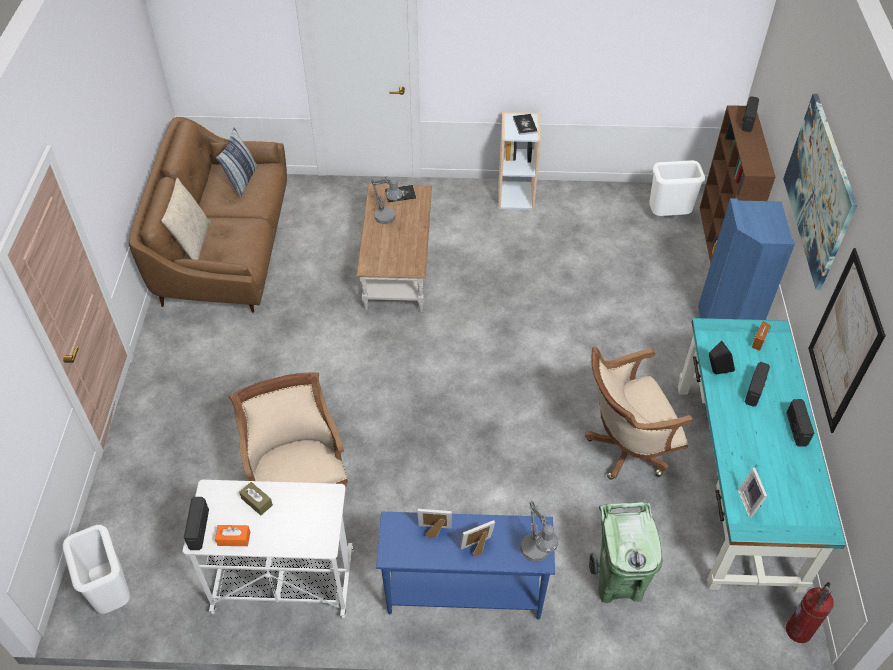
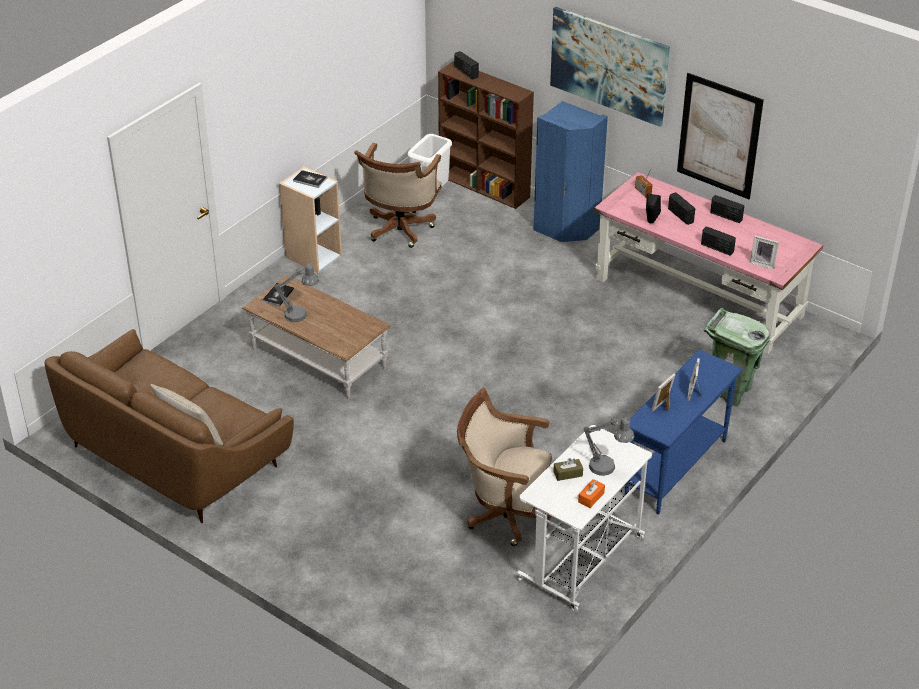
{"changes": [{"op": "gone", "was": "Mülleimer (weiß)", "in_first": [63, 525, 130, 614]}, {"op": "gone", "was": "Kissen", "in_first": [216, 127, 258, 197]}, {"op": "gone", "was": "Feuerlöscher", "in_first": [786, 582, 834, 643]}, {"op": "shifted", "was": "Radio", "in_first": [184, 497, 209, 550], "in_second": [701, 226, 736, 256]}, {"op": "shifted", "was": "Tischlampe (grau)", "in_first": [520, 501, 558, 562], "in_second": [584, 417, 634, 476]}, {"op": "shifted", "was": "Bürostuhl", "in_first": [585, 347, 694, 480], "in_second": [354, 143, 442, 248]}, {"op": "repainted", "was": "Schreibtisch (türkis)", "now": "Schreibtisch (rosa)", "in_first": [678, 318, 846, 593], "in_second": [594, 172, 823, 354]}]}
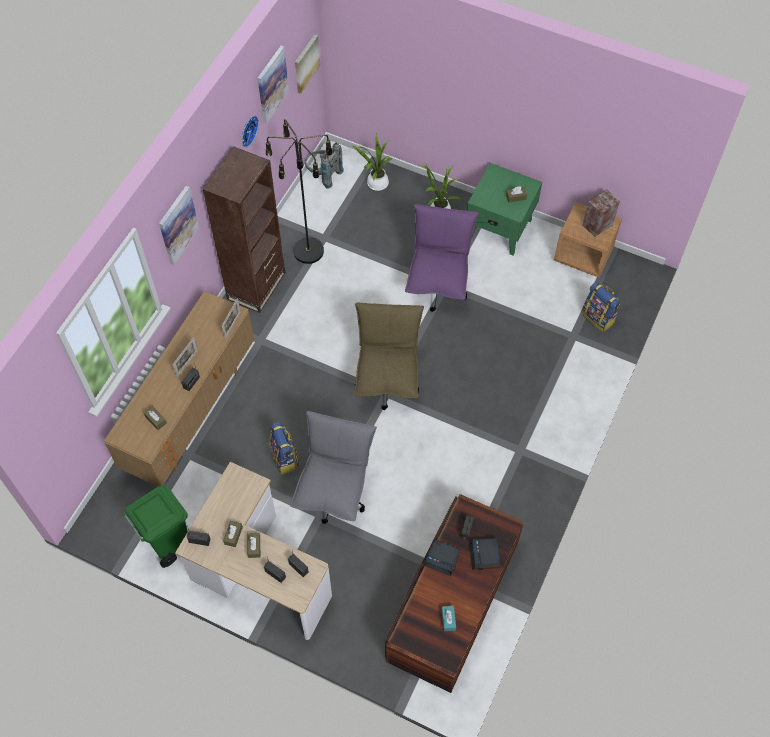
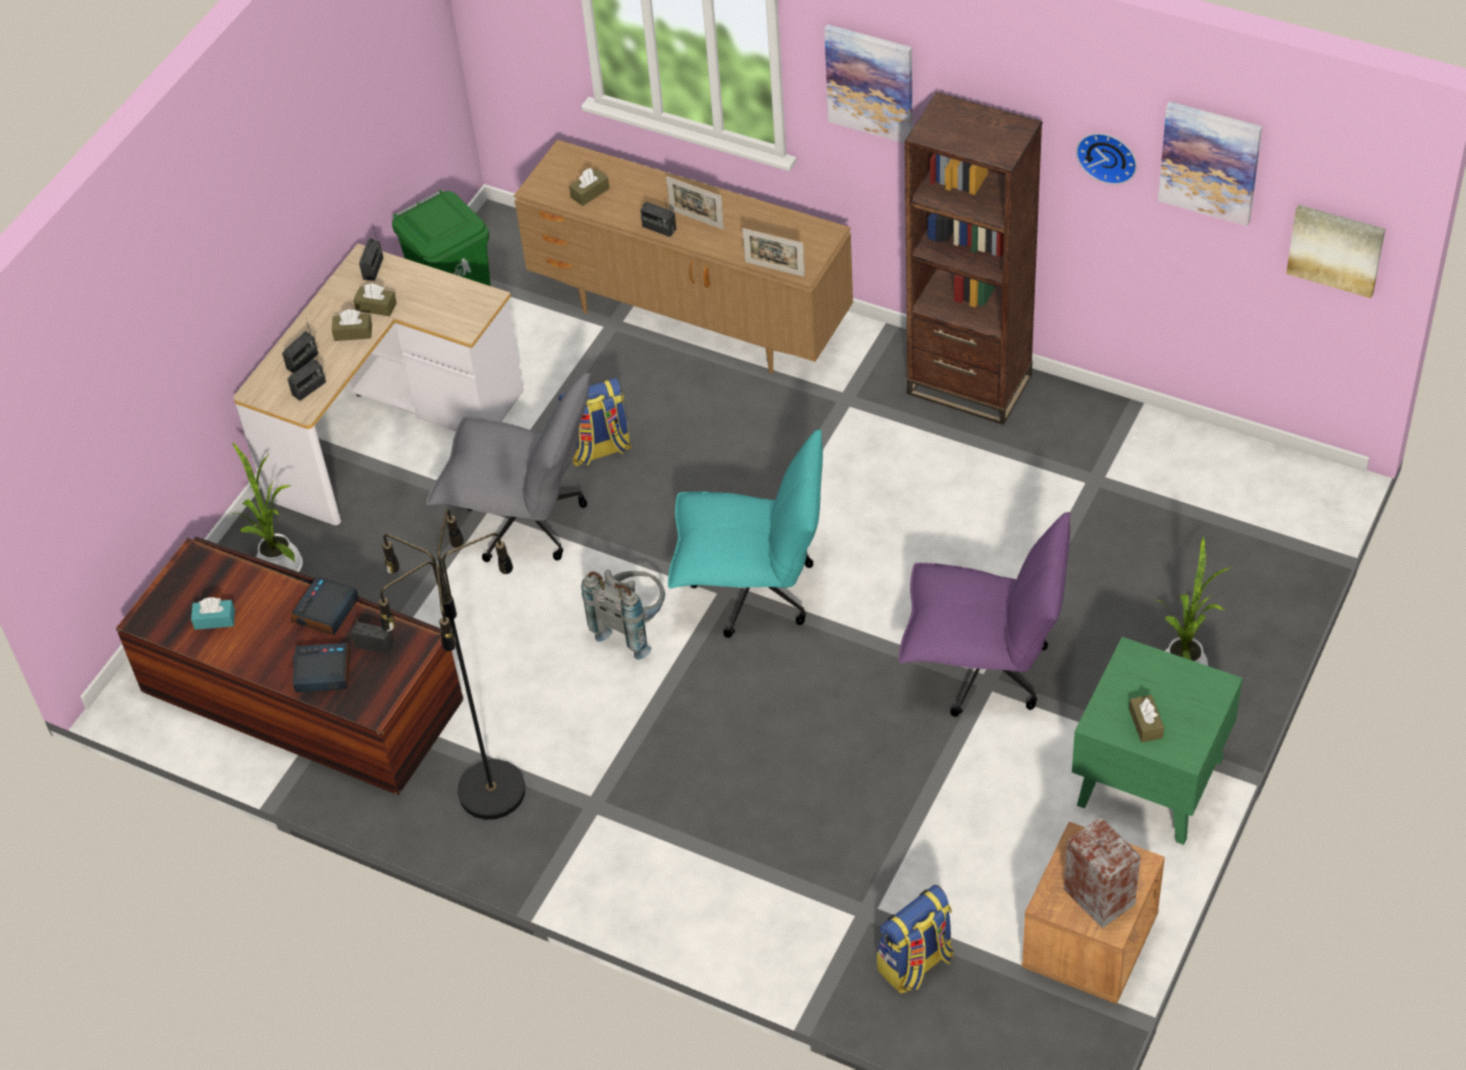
{"changes": [{"op": "shifted", "was": "Stehlampe", "in_first": [266, 119, 332, 264], "in_second": [378, 509, 526, 820]}, {"op": "shifted", "was": "Rucksack (grau)", "in_first": [305, 143, 344, 189], "in_second": [581, 570, 665, 660]}, {"op": "shifted", "was": "Topfpflanze", "in_first": [353, 132, 392, 191], "in_second": [232, 442, 303, 572]}, {"op": "repainted", "was": "Bürostuhl (beige)", "now": "Bürostuhl (türkis)", "in_first": [354, 303, 424, 410], "in_second": [668, 429, 823, 638]}]}
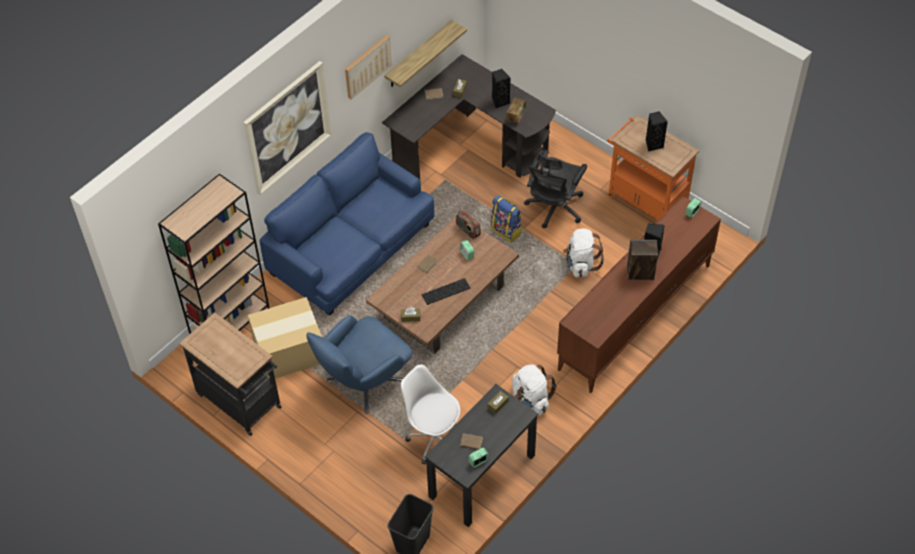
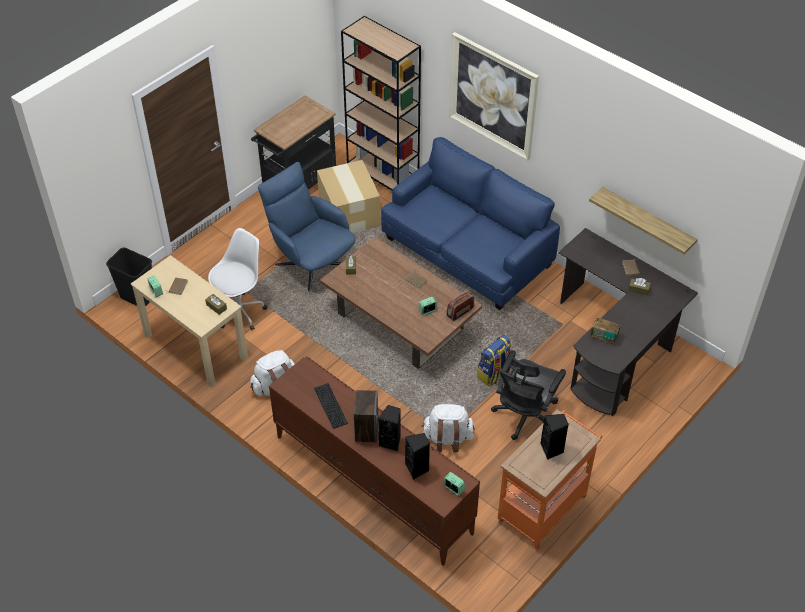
{"changes": [{"op": "gone", "was": "Bild", "in_first": [345, 35, 392, 99]}, {"op": "shifted", "was": "Tastatur", "in_first": [422, 278, 471, 305], "in_second": [314, 383, 348, 429]}, {"op": "shifted", "was": "Lautsprecher (schwarz)", "in_first": [492, 69, 511, 108], "in_second": [405, 433, 430, 480]}, {"op": "repainted", "was": "Schreibtisch (schwarz)", "now": "Schreibtisch (beige)", "in_first": [425, 384, 538, 527], "in_second": [131, 255, 248, 388]}, {"op": "rotated", "was": "Bürostuhl", "in_first": [524, 149, 587, 228], "in_second": [491, 350, 566, 440], "clockwise": -90}]}
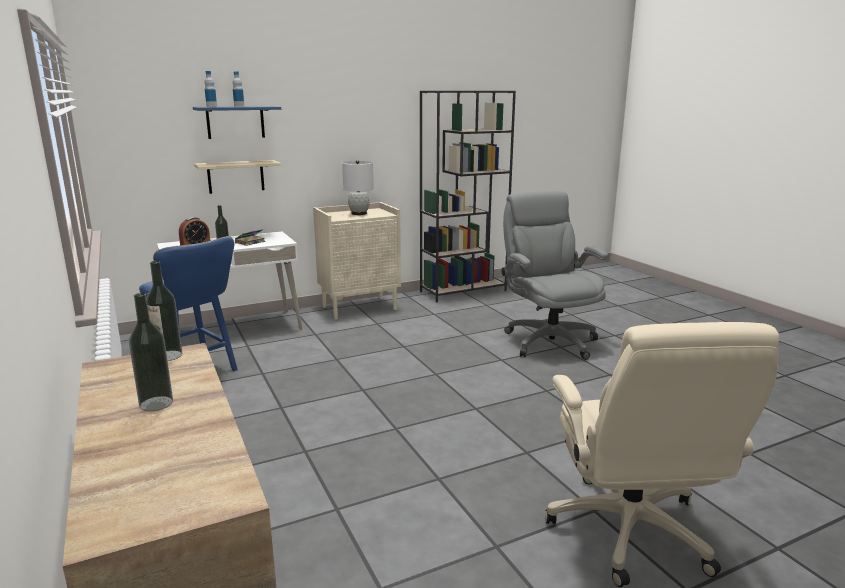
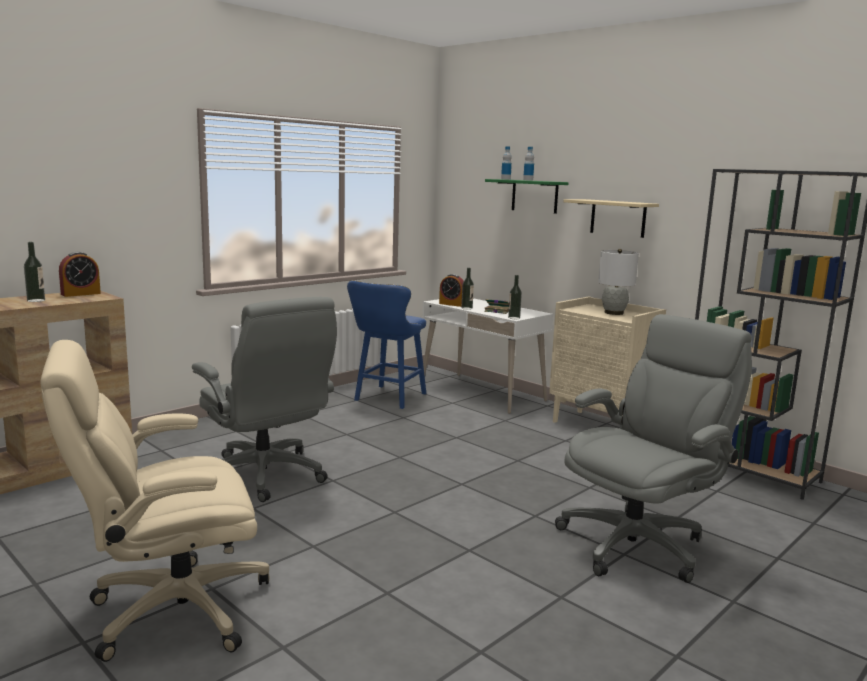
{"changes": [{"op": "new", "now": "Wecker", "in_second": [59, 252, 101, 297]}, {"op": "new", "now": "Bürostuhl (grau)", "in_second": [192, 297, 337, 502]}, {"op": "shifted", "was": "Flasche", "in_first": [146, 261, 182, 361], "in_second": [508, 275, 522, 319]}, {"op": "shifted", "was": "Wandregal (beige)", "in_first": [194, 160, 281, 194], "in_second": [564, 199, 659, 238]}, {"op": "repainted", "was": "Wandregal (blau)", "now": "Wandregal (grün)", "in_first": [193, 106, 281, 139], "in_second": [485, 179, 569, 214]}]}
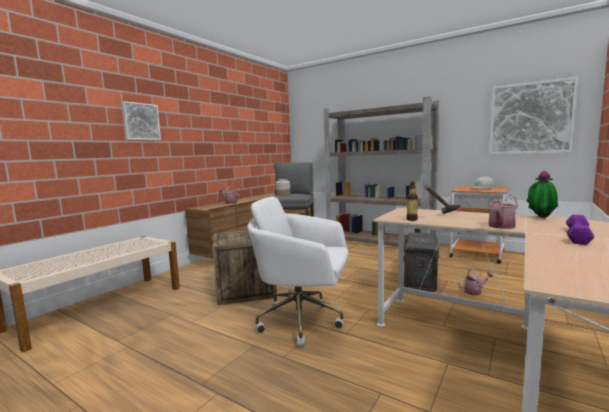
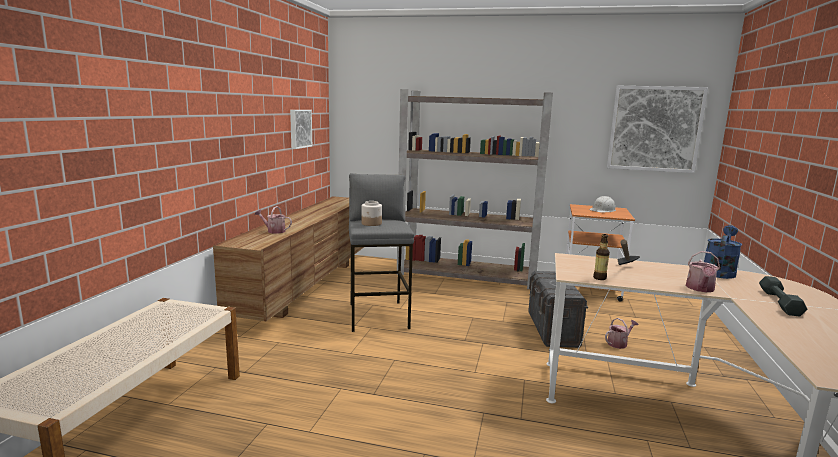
{"changes": [{"op": "gone", "was": "Kiste", "in_first": [213, 231, 277, 306]}, {"op": "gone", "was": "Bürostuhl (weiß)", "in_first": [248, 197, 348, 346]}, {"op": "shifted", "was": "Bild", "in_first": [121, 101, 161, 140], "in_second": [290, 110, 312, 149]}, {"op": "swapped", "was": "Topfpflanze", "now": "Gießkanne (blau)", "in_first": [526, 171, 559, 218], "in_second": [704, 225, 742, 279]}, {"op": "repainted", "was": "Hantel (lila)", "now": "Hantel (grau)", "in_first": [566, 215, 594, 245], "in_second": [759, 276, 808, 316]}]}
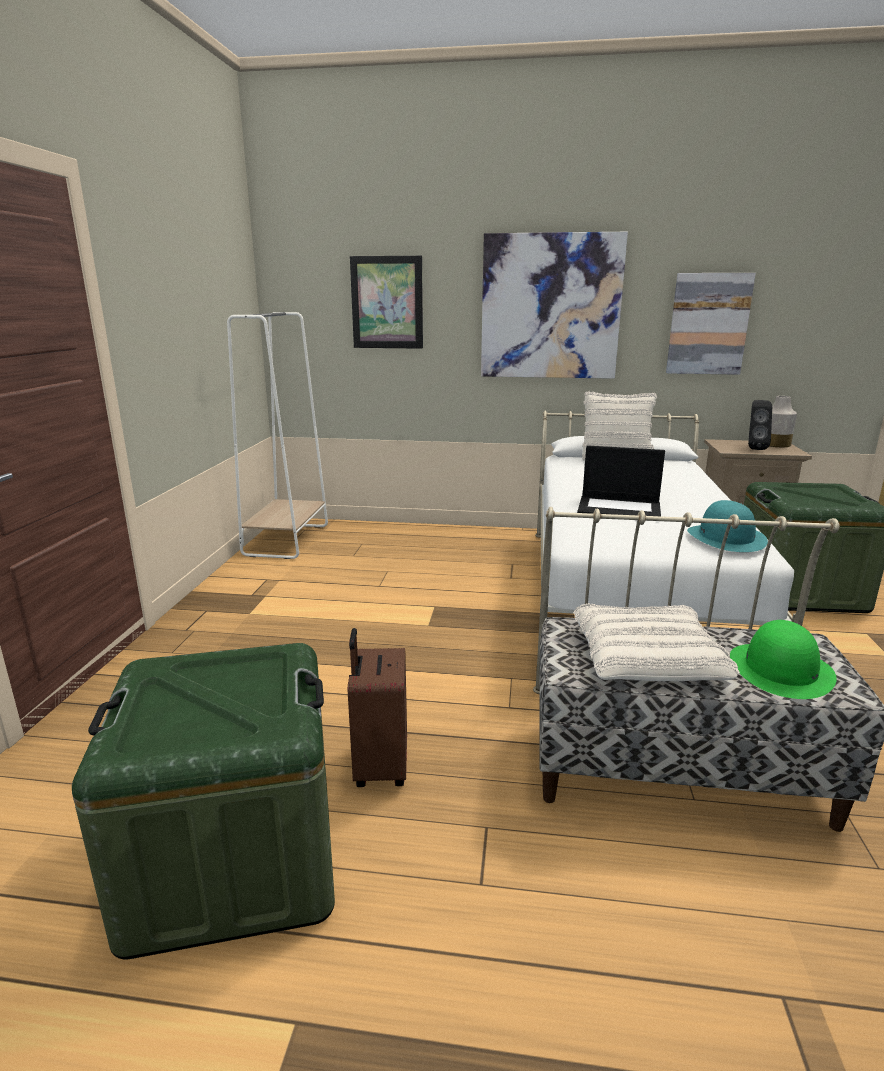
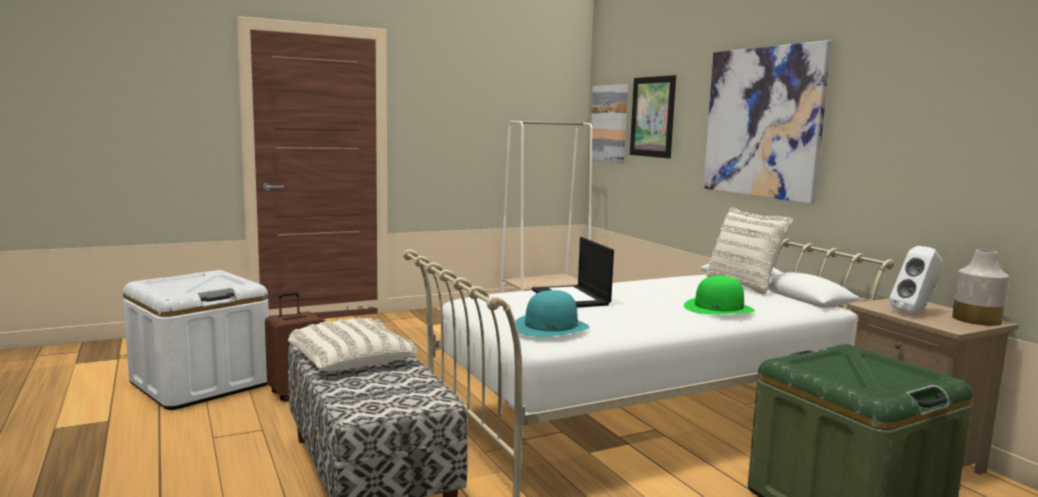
{"changes": [{"op": "shifted", "was": "Bild", "in_first": [666, 273, 756, 375], "in_second": [589, 84, 628, 163]}, {"op": "shifted", "was": "Hut (grün)", "in_first": [730, 620, 837, 699], "in_second": [684, 276, 755, 315]}, {"op": "repainted", "was": "Aufbewahrungsbox (grün)", "now": "Aufbewahrungsbox (weiß)", "in_first": [72, 643, 335, 960], "in_second": [123, 270, 269, 410]}, {"op": "repainted", "was": "Lautsprecher (schwarz)", "now": "Lautsprecher (weiß)", "in_first": [748, 400, 772, 450], "in_second": [889, 246, 943, 314]}]}
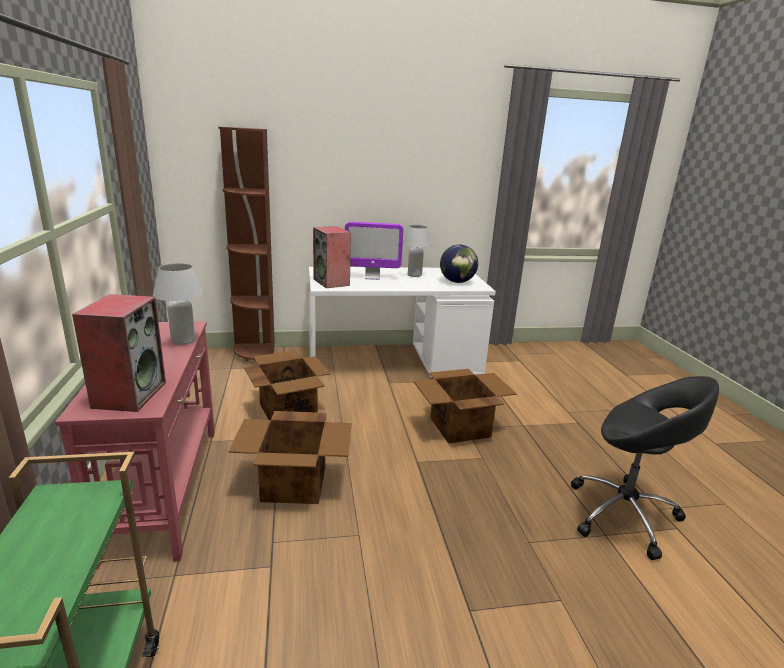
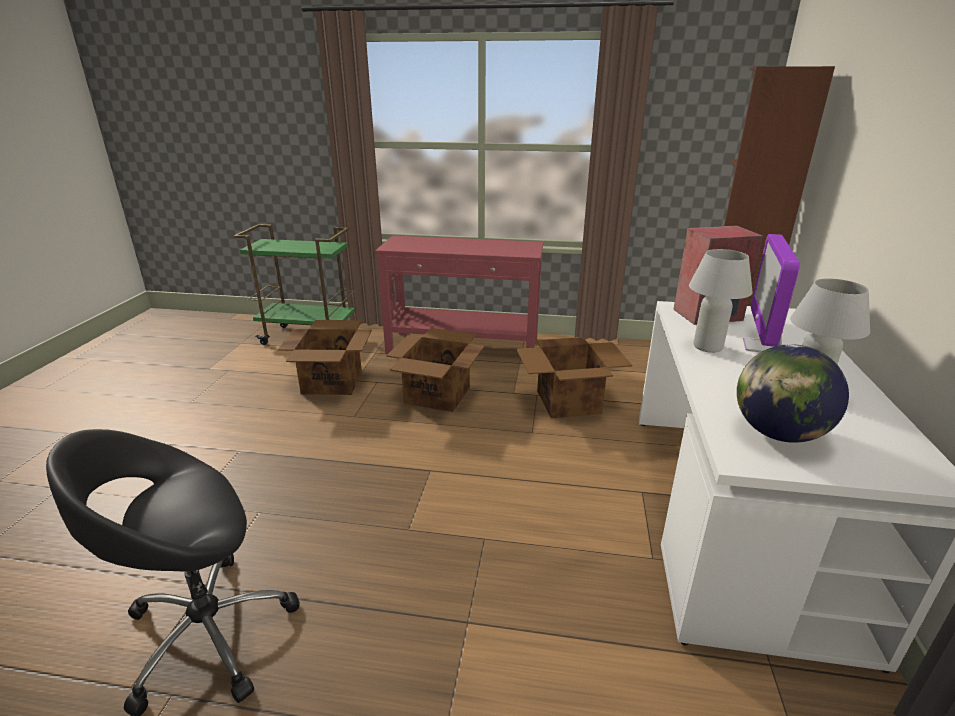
{"changes": [{"op": "gone", "was": "Lautsprecher", "in_first": [72, 294, 166, 412]}, {"op": "shifted", "was": "Tischlampe (weiß)", "in_first": [153, 263, 203, 345], "in_second": [689, 249, 753, 353]}, {"op": "shifted", "was": "Karton", "in_first": [413, 369, 517, 444], "in_second": [278, 320, 372, 395]}]}
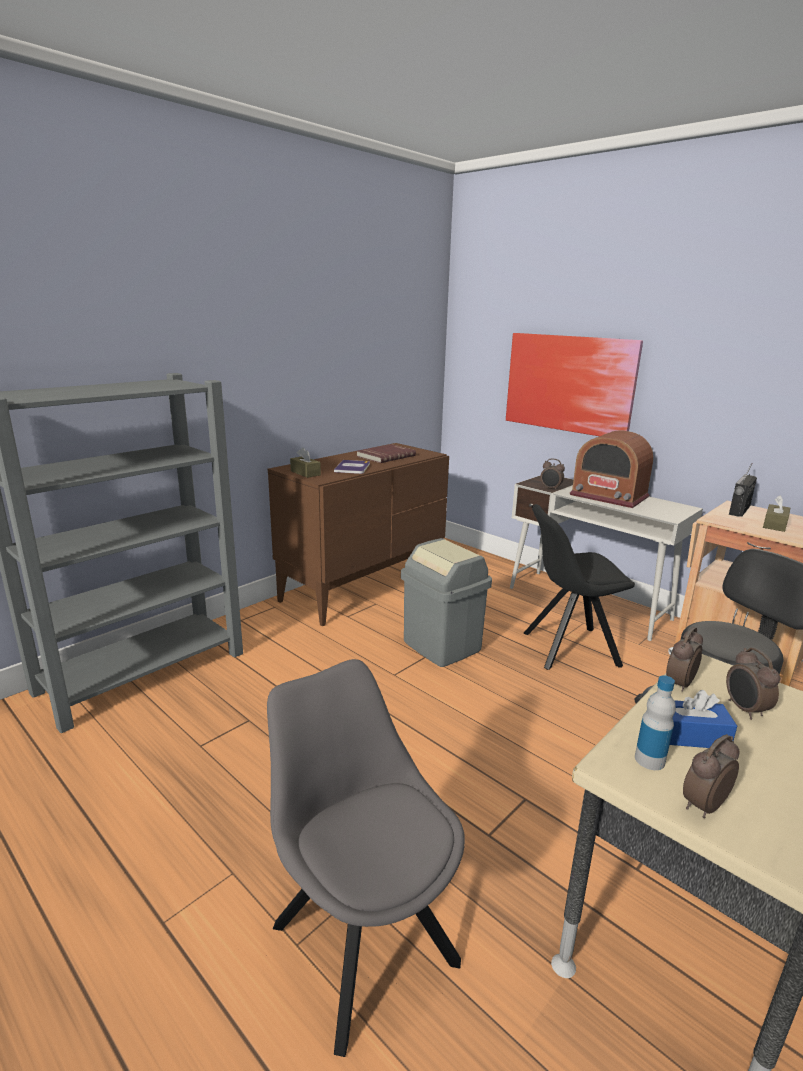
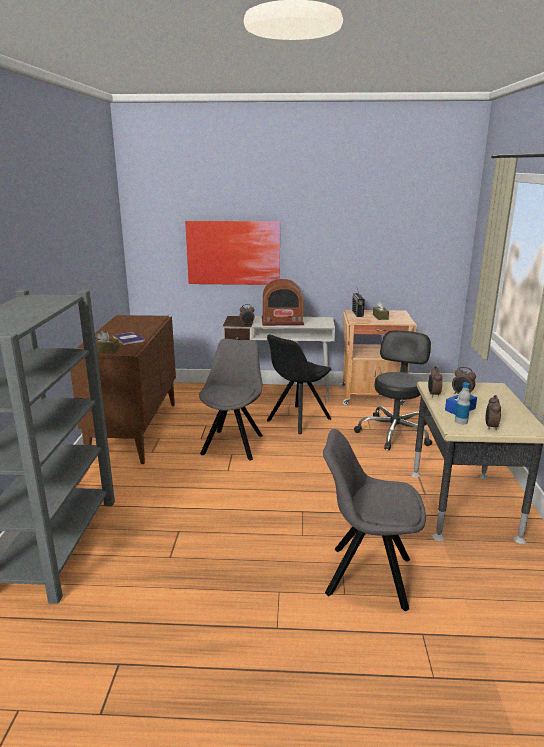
{"changes": [{"op": "gone", "was": "Buch (rot)", "in_first": [357, 444, 416, 463]}, {"op": "swapped", "was": "Mülleimer (grau)", "now": "Stuhl (grau)", "in_first": [401, 538, 492, 667], "in_second": [199, 339, 263, 460]}]}
